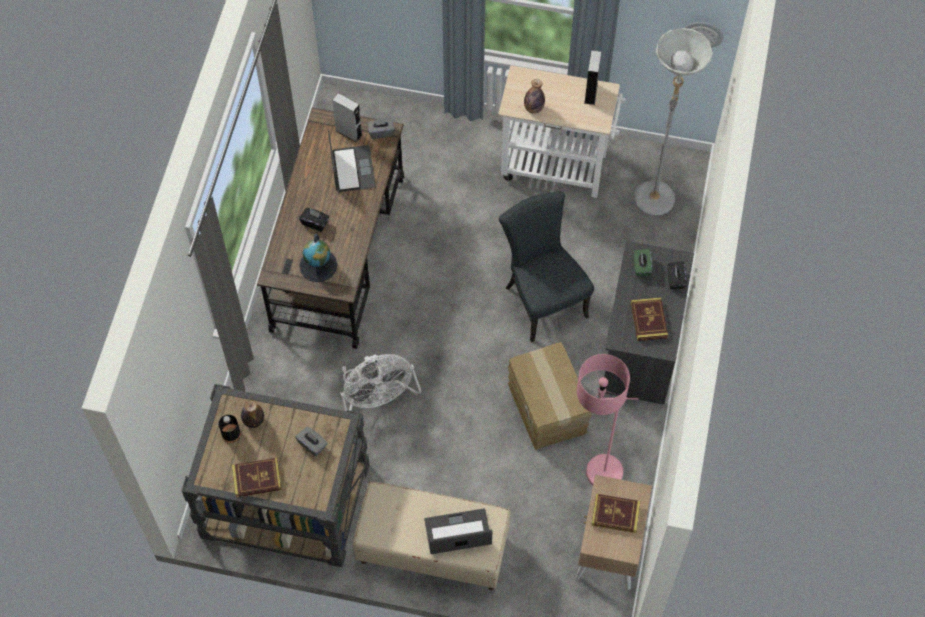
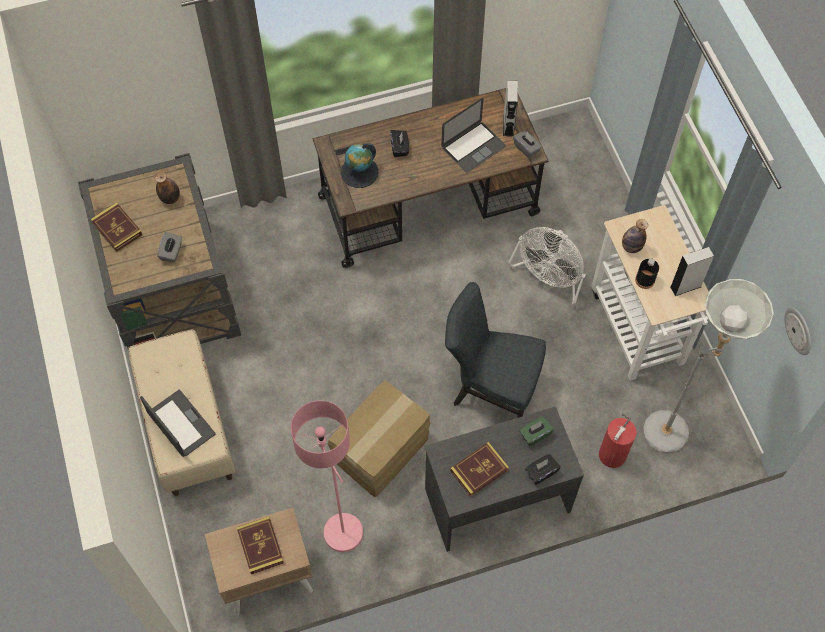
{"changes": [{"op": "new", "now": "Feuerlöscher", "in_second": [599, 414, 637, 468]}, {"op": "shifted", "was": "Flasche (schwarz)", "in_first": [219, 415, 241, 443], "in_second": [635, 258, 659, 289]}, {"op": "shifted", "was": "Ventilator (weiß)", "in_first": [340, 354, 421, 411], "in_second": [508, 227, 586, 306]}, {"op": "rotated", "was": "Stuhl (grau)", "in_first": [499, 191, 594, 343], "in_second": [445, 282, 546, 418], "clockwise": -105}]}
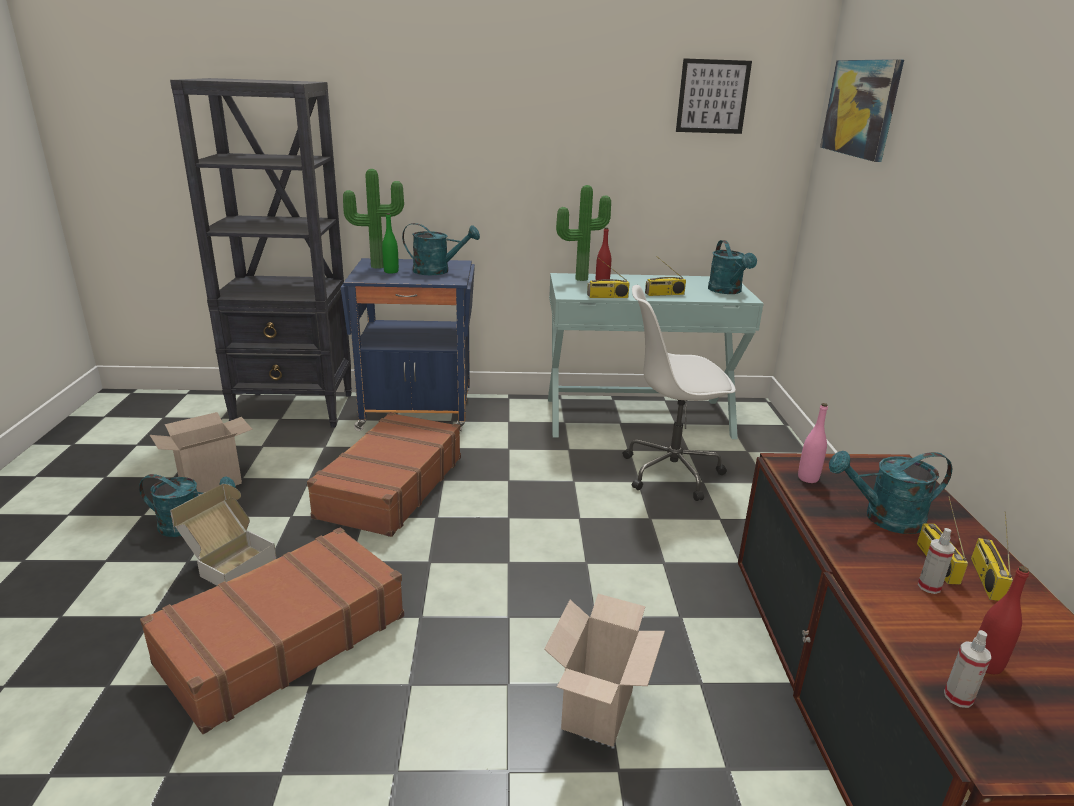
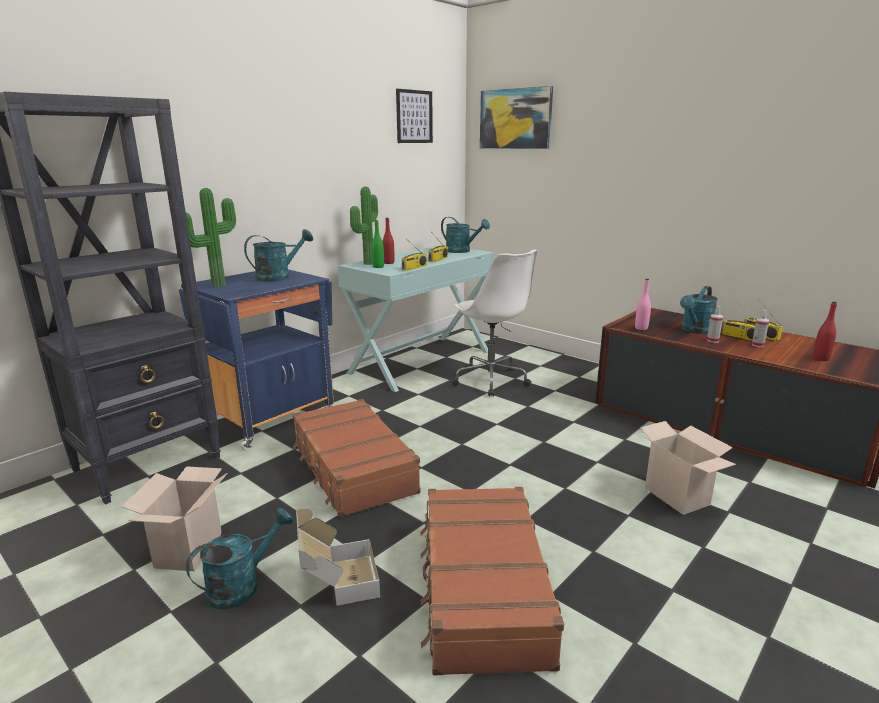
{"changes": [{"op": "shifted", "was": "Flasche (grün)", "in_first": [382, 213, 399, 274], "in_second": [372, 220, 384, 268]}, {"op": "shifted", "was": "Sprühflasche", "in_first": [944, 630, 991, 708], "in_second": [707, 306, 723, 343]}, {"op": "rotated", "was": "Bürostuhl (weiß)", "in_first": [622, 285, 736, 501], "in_second": [451, 250, 537, 396], "clockwise": -75}]}
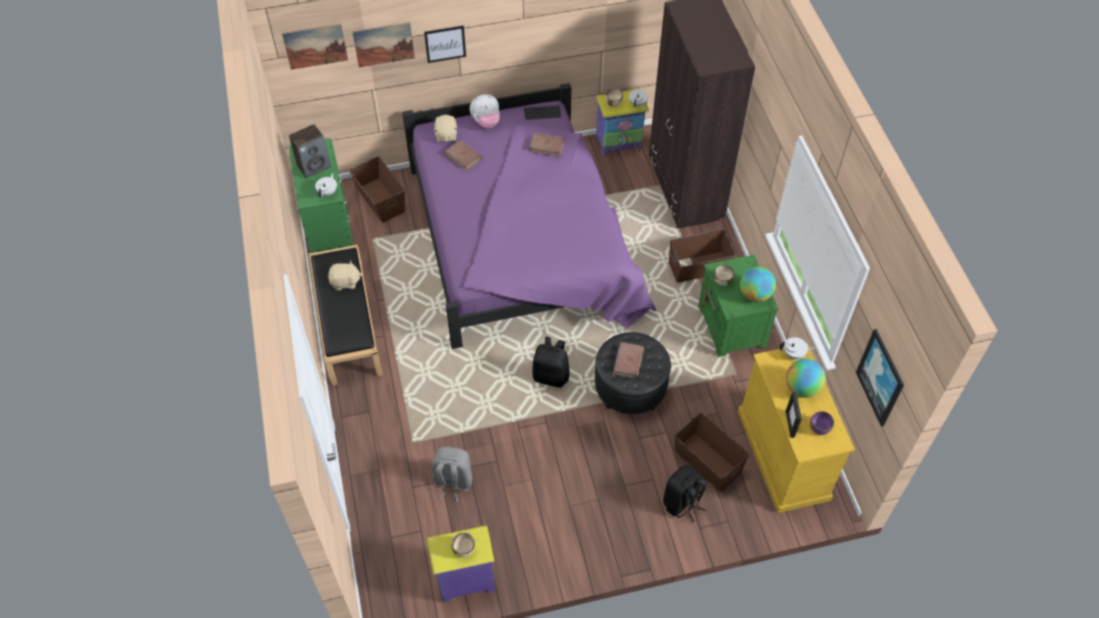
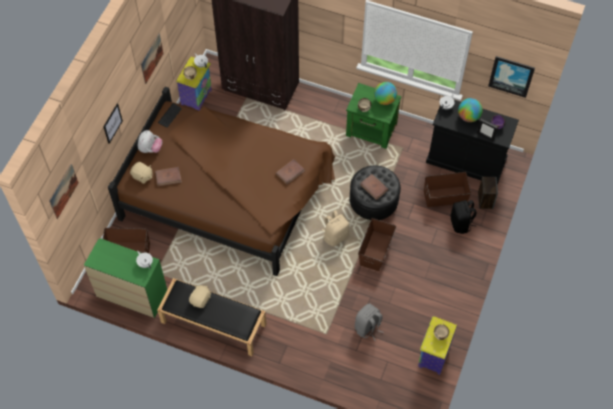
{"changes": [{"op": "shifted", "was": "Lautsprecher", "in_first": [289, 124, 331, 178], "in_second": [478, 177, 498, 209]}, {"op": "shifted", "was": "Bild", "in_first": [352, 22, 415, 67], "in_second": [141, 33, 163, 84]}, {"op": "shifted", "was": "Buch (braun)", "in_first": [529, 133, 564, 157], "in_second": [276, 159, 305, 185]}, {"op": "shifted", "was": "Aufbewahrungsbox (braun)", "in_first": [669, 229, 736, 283], "in_second": [358, 218, 396, 271]}, {"op": "repainted", "was": "Bett (lila)", "now": "Bett (braun)", "in_first": [402, 83, 656, 349], "in_second": [108, 87, 335, 276]}, {"op": "repainted", "was": "Rucksack (schwarz)", "now": "Rucksack (beige)", "in_first": [532, 337, 569, 388], "in_second": [322, 210, 350, 247]}, {"op": "repainted", "was": "Kommode (gelb)", "now": "Kommode (schwarz)", "in_first": [738, 344, 855, 513], "in_second": [426, 100, 519, 185]}]}
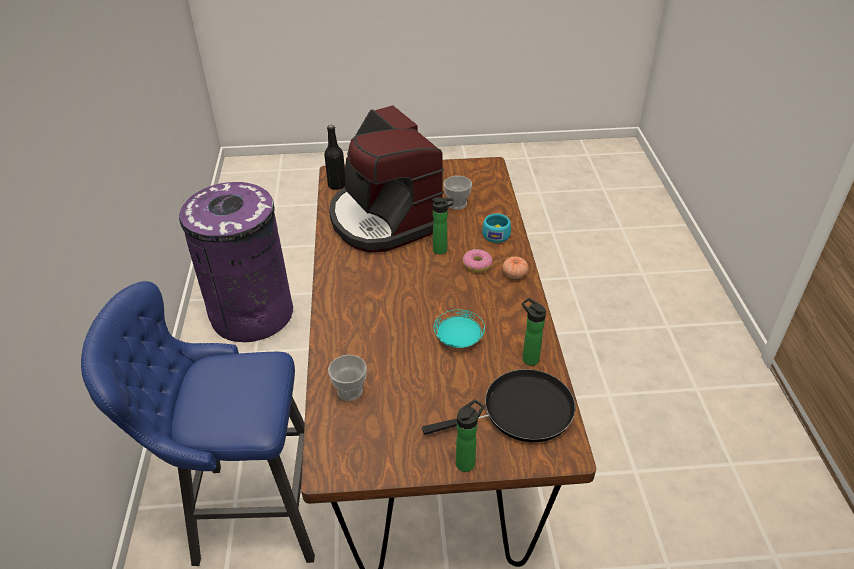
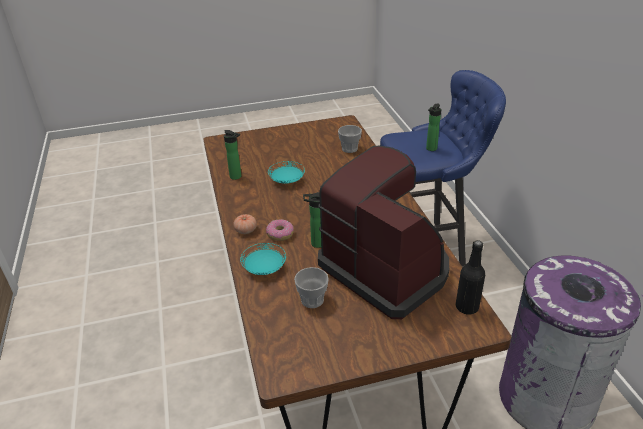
{"changes": [{"op": "gone", "was": "Pfanne (schwarz)", "in_first": [422, 369, 575, 442]}, {"op": "shifted", "was": "Flasche", "in_first": [456, 399, 484, 472], "in_second": [426, 103, 441, 151]}, {"op": "swapped", "was": "Tasse (türkis)", "now": "Teller (türkis)", "in_first": [482, 213, 511, 243], "in_second": [240, 243, 286, 275]}]}
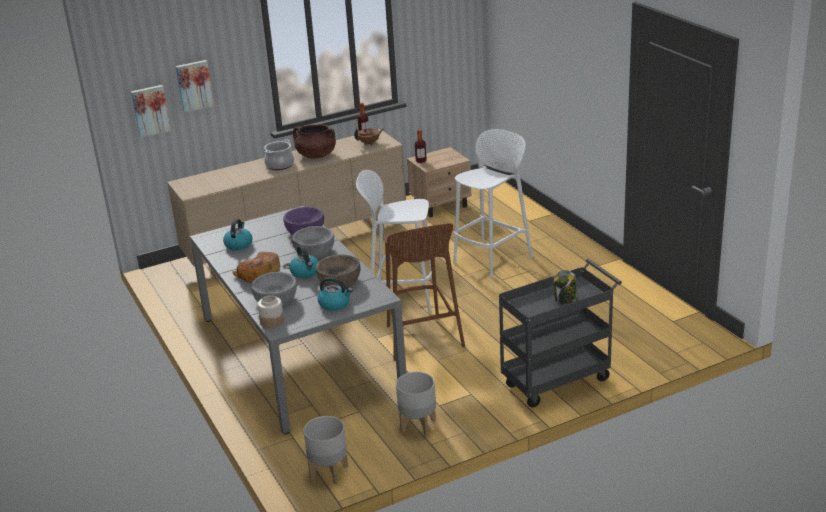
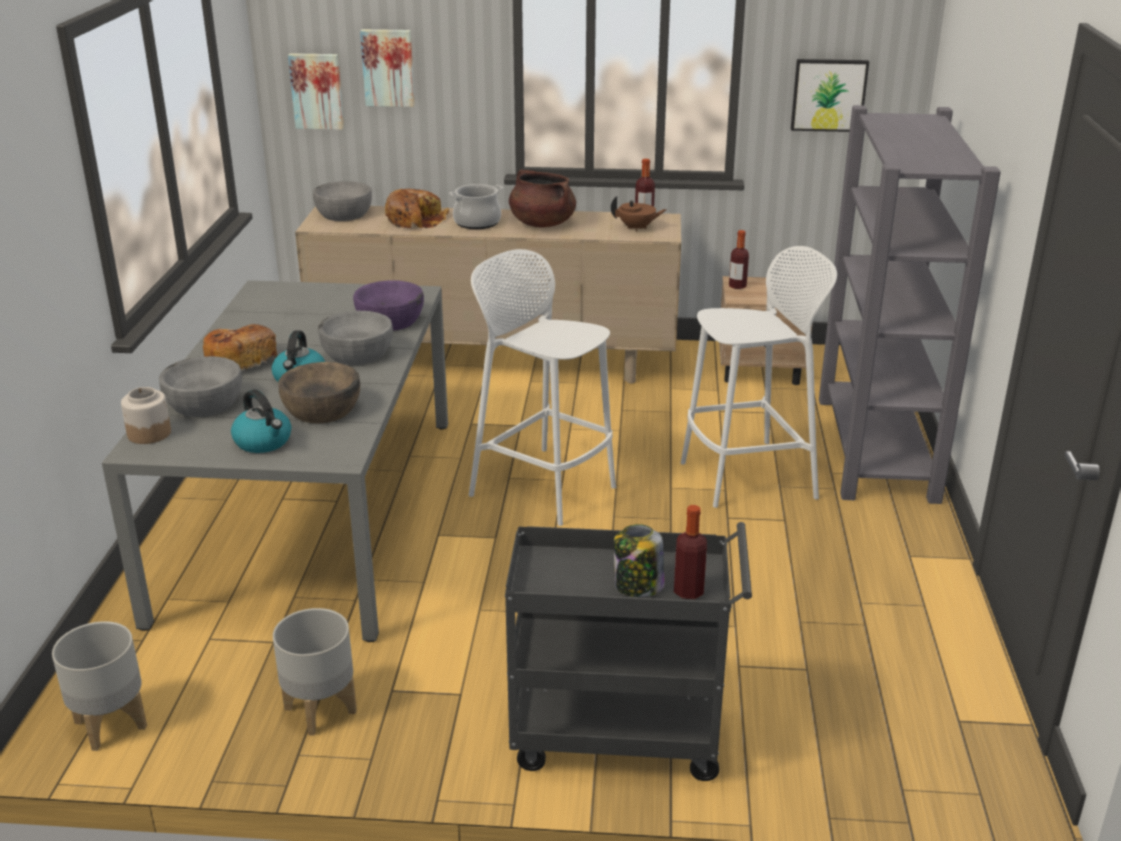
{"changes": [{"op": "gone", "was": "Wasserkessel", "in_first": [223, 219, 252, 251]}, {"op": "gone", "was": "Hocker (braun)", "in_first": [384, 223, 465, 361]}, {"op": "new", "now": "Schüssel (grau)", "in_second": [313, 181, 372, 221]}, {"op": "new", "now": "Brot", "in_second": [385, 189, 449, 228]}, {"op": "new", "now": "Flasche", "in_second": [674, 505, 707, 599]}, {"op": "new", "now": "Bild", "in_second": [791, 59, 869, 132]}, {"op": "new", "now": "Bücherregal (grau)", "in_second": [819, 105, 1001, 504]}]}
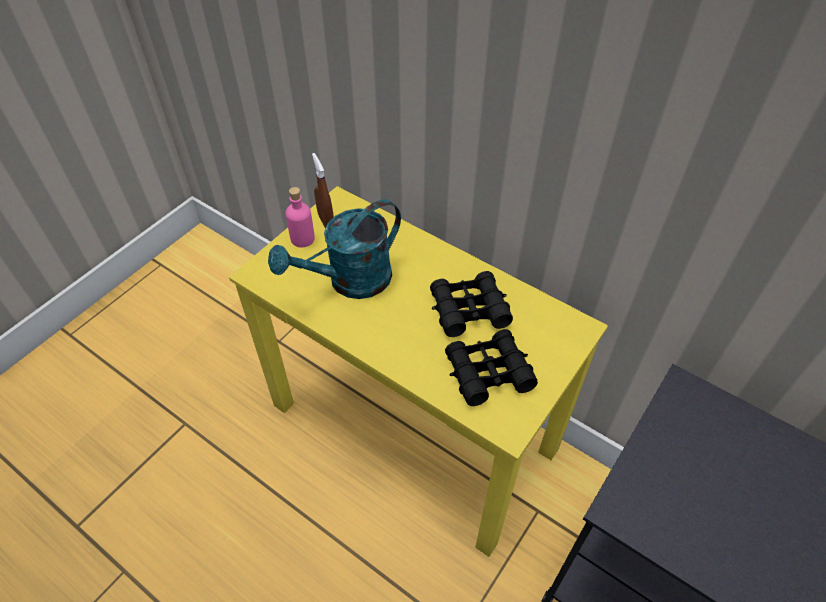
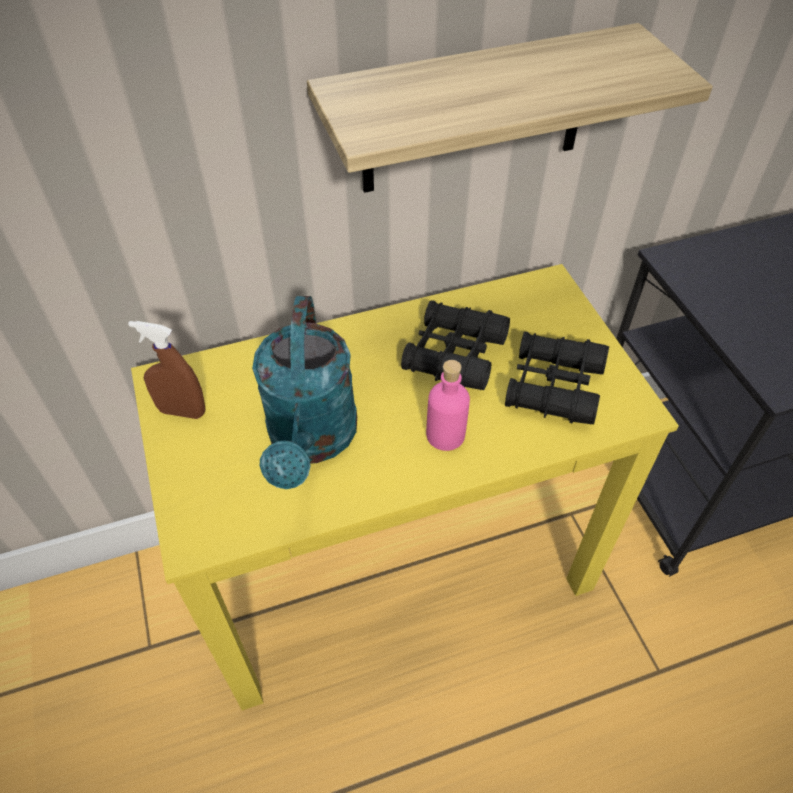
{"changes": [{"op": "new", "now": "Wandregal", "in_second": [307, 23, 713, 193]}, {"op": "shifted", "was": "Flasche (rosa)", "in_first": [286, 187, 315, 247], "in_second": [426, 360, 470, 451]}]}
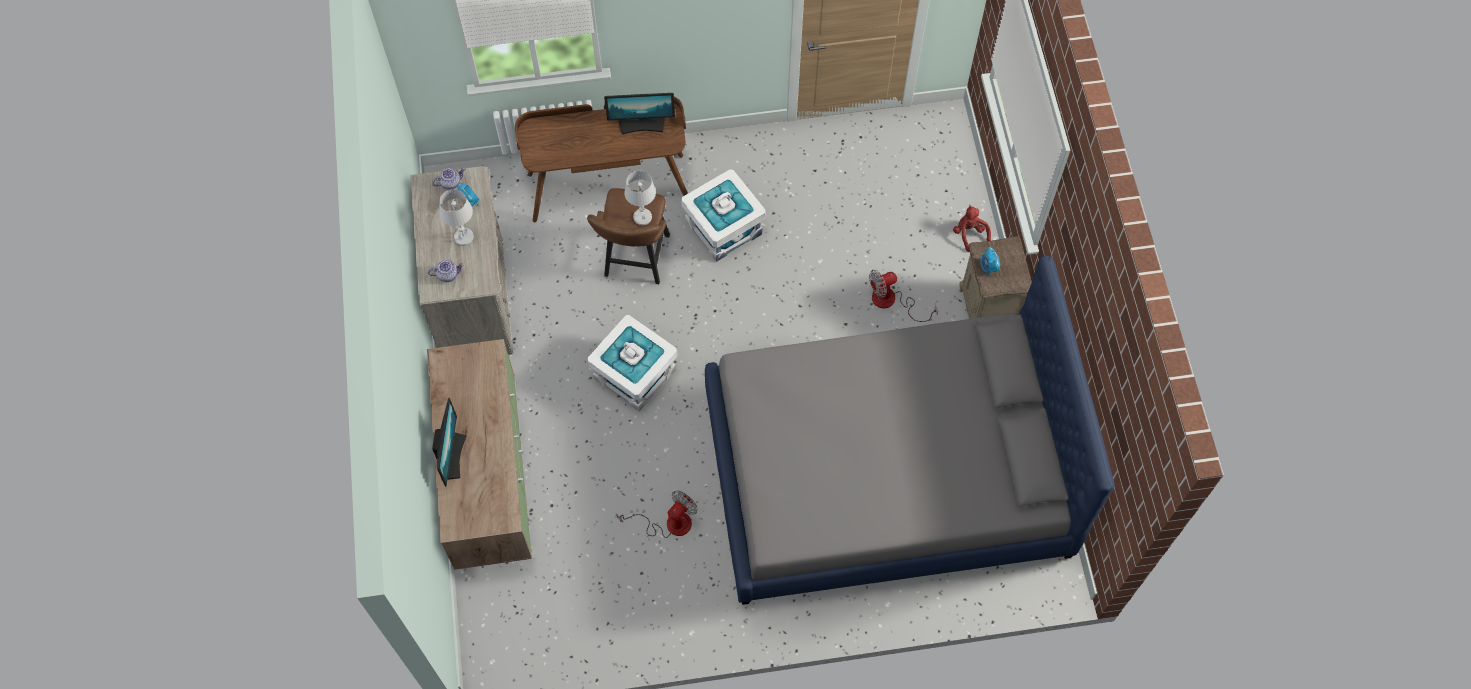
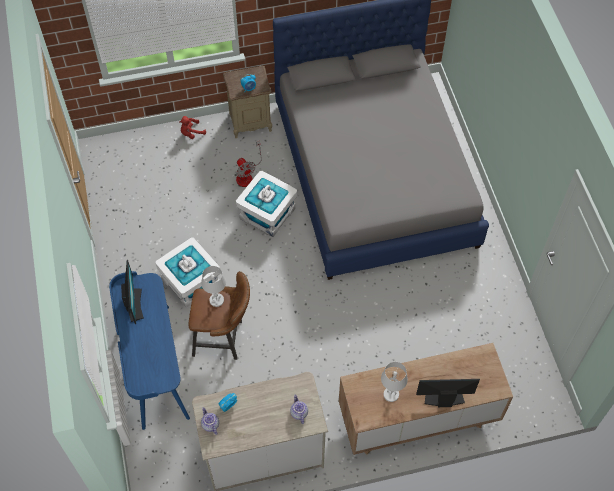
{"changes": [{"op": "gone", "was": "Ventilator", "in_first": [617, 490, 698, 538]}, {"op": "shifted", "was": "Tischlampe (weiß)", "in_first": [439, 189, 474, 246], "in_second": [381, 362, 408, 402]}, {"op": "shifted", "was": "Aufbewahrungsbox (weiß)", "in_first": [588, 315, 677, 412], "in_second": [236, 171, 297, 237]}, {"op": "repainted", "was": "Schreibtisch (braun)", "now": "Schreibtisch (blau)", "in_first": [515, 96, 688, 223], "in_second": [109, 271, 190, 430]}]}
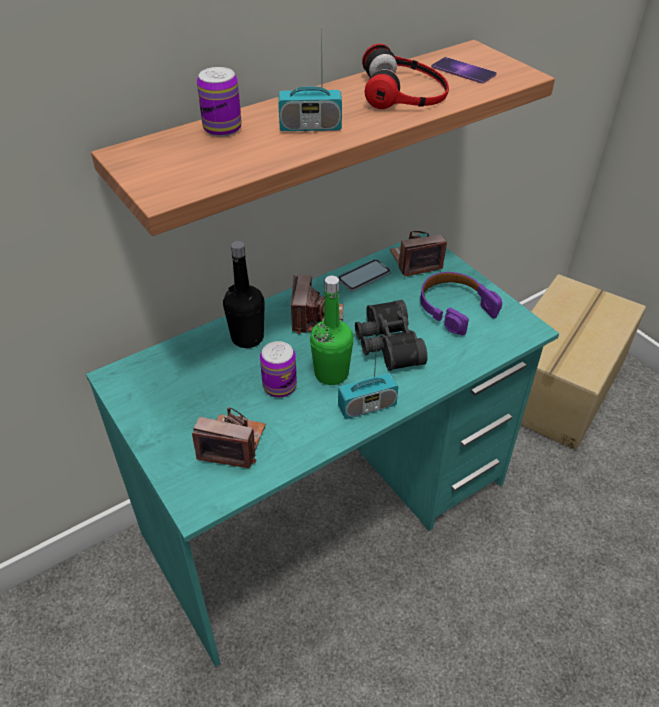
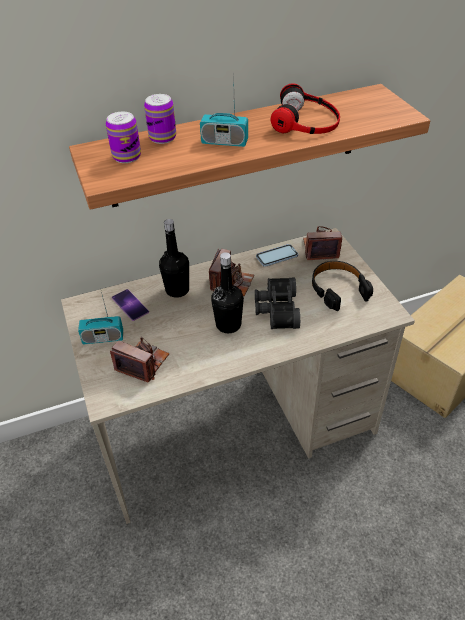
{"changes": [{"op": "shifted", "was": "Dose", "in_first": [260, 341, 297, 398], "in_second": [106, 112, 141, 163]}, {"op": "shifted", "was": "Radio", "in_first": [338, 343, 398, 419], "in_second": [78, 288, 123, 344]}, {"op": "shifted", "was": "Handy", "in_first": [431, 57, 497, 84], "in_second": [112, 289, 149, 321]}, {"op": "repainted", "was": "Schreibtisch (türkis)", "now": "Schreibtisch (beige)", "in_first": [86, 233, 559, 667], "in_second": [61, 228, 415, 524]}, {"op": "repainted", "was": "Flasche (grün)", "now": "Flasche (schwarz)", "in_first": [310, 276, 353, 385], "in_second": [211, 252, 244, 333]}, {"op": "repainted", "was": "Kopfhörer (lila)", "now": "Kopfhörer (schwarz)", "in_first": [420, 272, 502, 336], "in_second": [312, 261, 373, 311]}]}
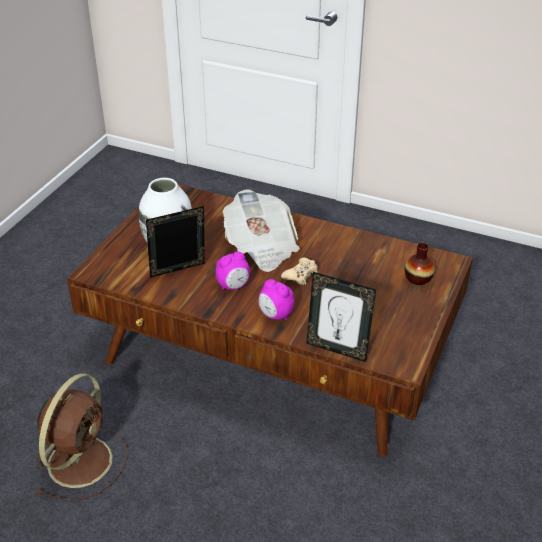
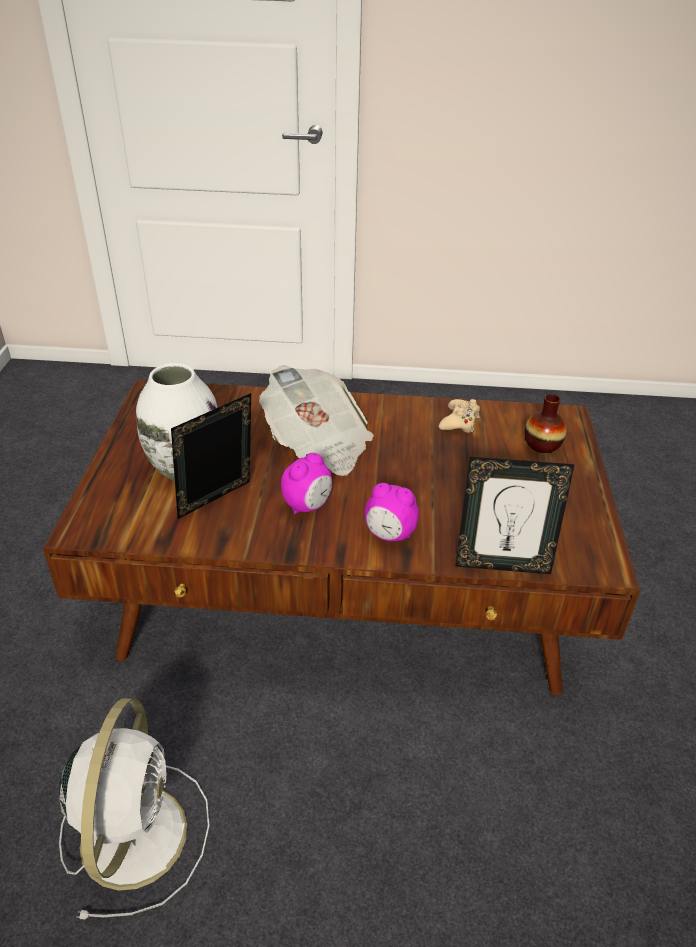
{"changes": [{"op": "shifted", "was": "Gamepad (beige)", "in_first": [281, 258, 318, 285], "in_second": [439, 399, 480, 433]}, {"op": "repainted", "was": "Ventilator (braun)", "now": "Ventilator (weiß)", "in_first": [35, 373, 128, 500], "in_second": [59, 698, 210, 919]}]}
